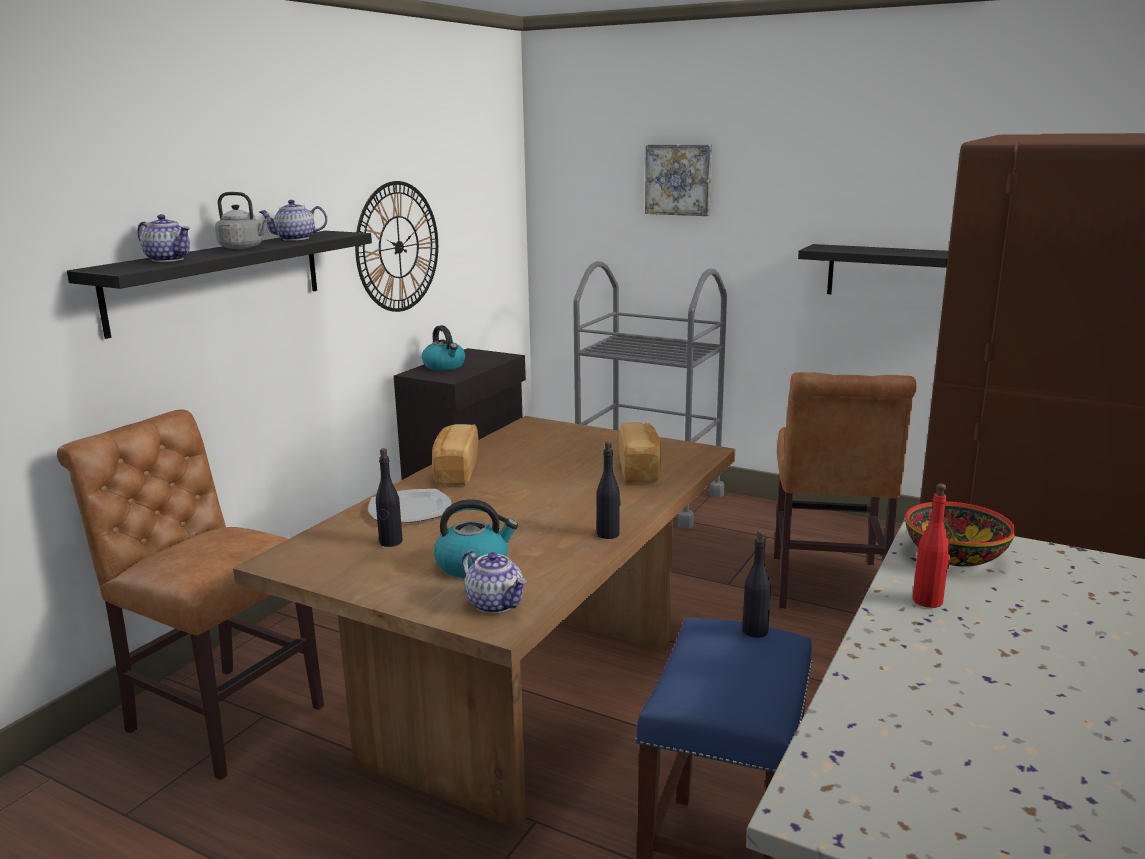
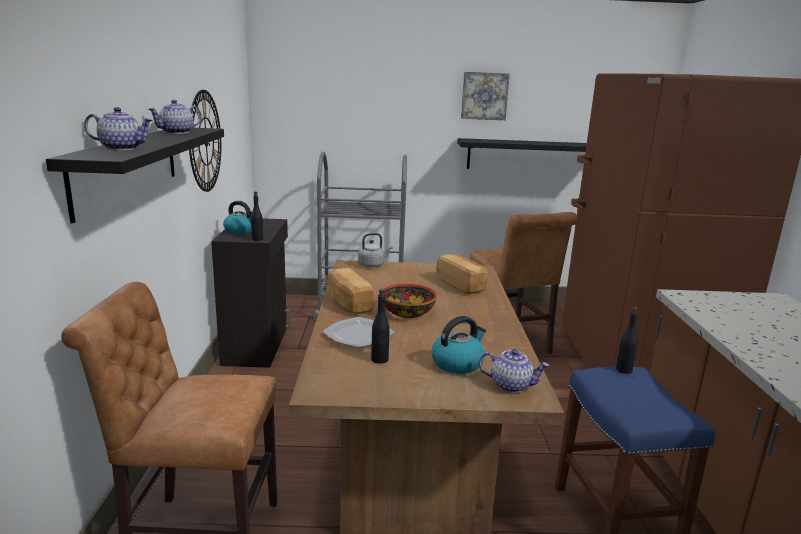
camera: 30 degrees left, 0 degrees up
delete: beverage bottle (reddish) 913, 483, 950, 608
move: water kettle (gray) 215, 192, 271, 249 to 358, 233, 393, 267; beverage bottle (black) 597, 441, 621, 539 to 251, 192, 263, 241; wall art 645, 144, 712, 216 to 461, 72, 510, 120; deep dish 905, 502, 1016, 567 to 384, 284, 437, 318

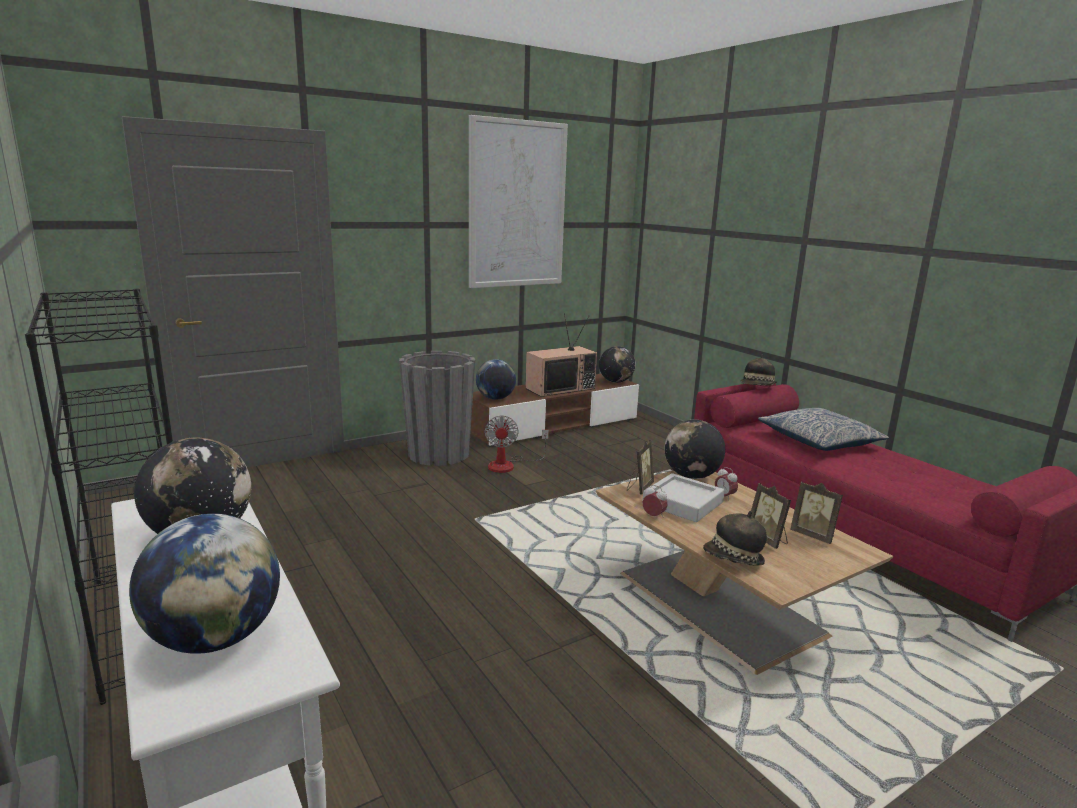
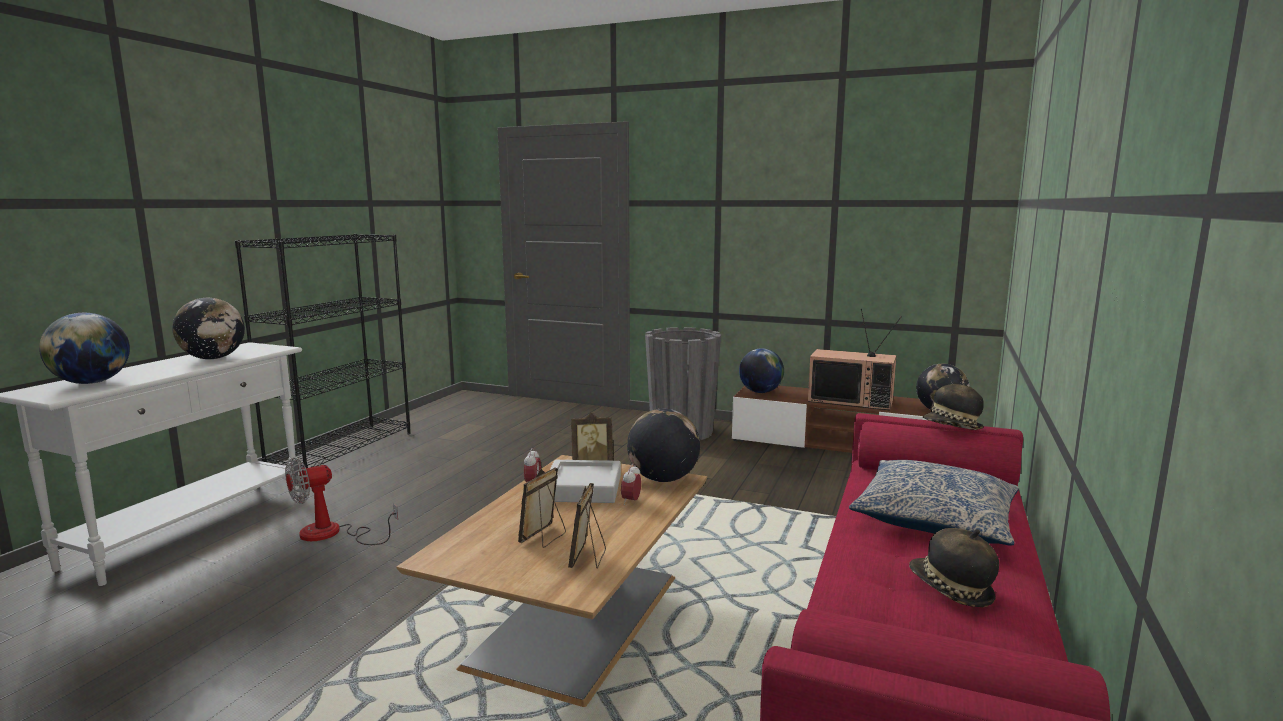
camera: 55 degrees right, 5 degrees down
delete: wall art 469, 115, 568, 288
move: fan 485, 416, 549, 473 to 285, 457, 398, 545; clothing hat 703, 511, 767, 566 to 909, 528, 999, 607

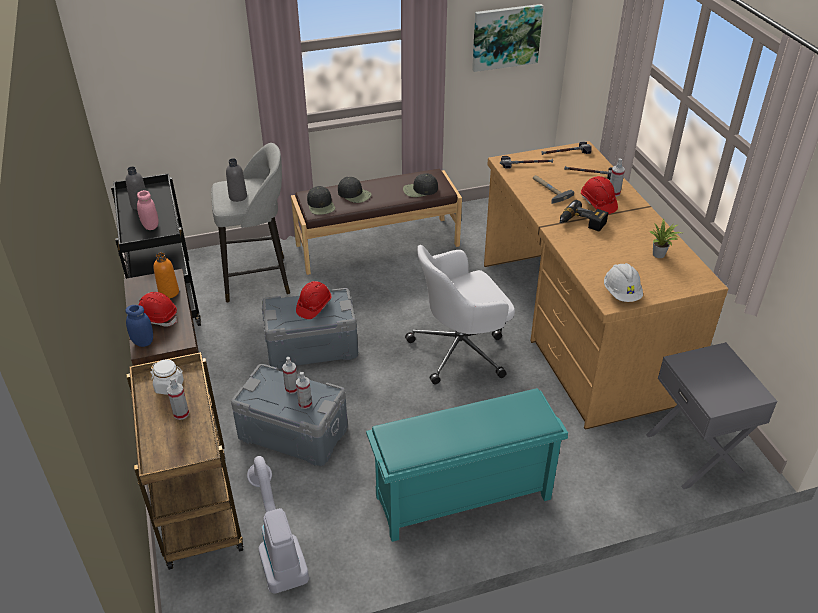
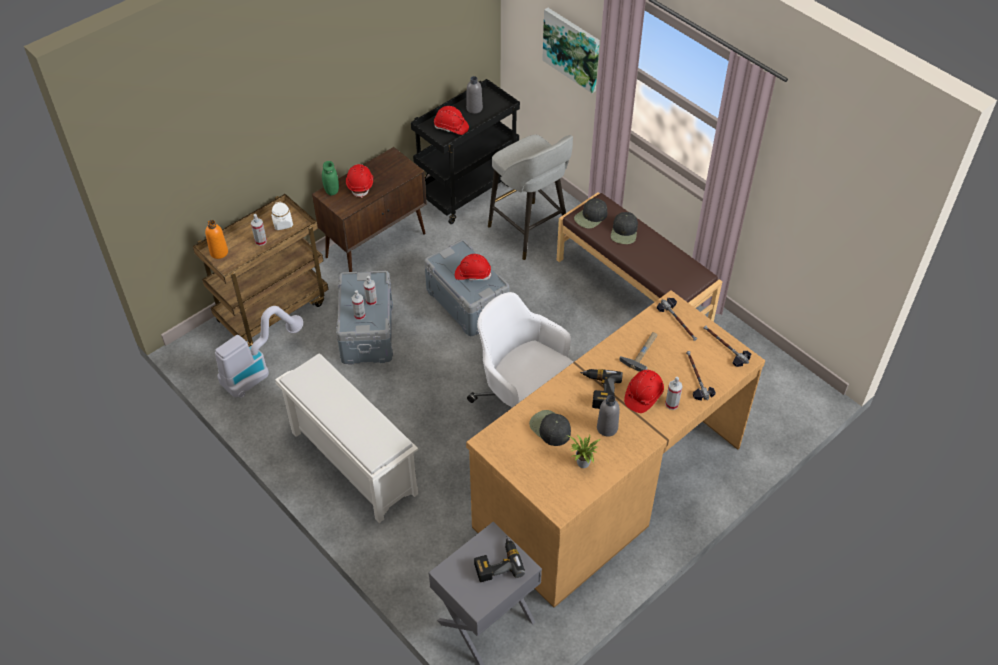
camera: 65 degrees right, 10 degrees up
delete: safety helmet (whitish) 604, 263, 643, 302
insert: drill 474, 537, 525, 582
move: beverage bottle (orange) 154, 252, 179, 298 to 205, 220, 228, 259; beverage bottle (gray) 226, 158, 247, 202 to 597, 395, 620, 437; peaked cap (black) 403, 173, 438, 197 to 529, 410, 571, 446; wall art 472, 4, 543, 72 to 542, 8, 600, 93
replace: jar (pink) 137, 190, 159, 230 to safety helmet (reddish) 434, 106, 469, 135
recolor: jar (blue-coloured) 125, 305, 153, 347 to jar (green) 322, 161, 339, 195; shoe shelf (turquoise-coloured) 366, 388, 568, 542 to shoe shelf (whitish) 275, 353, 418, 523

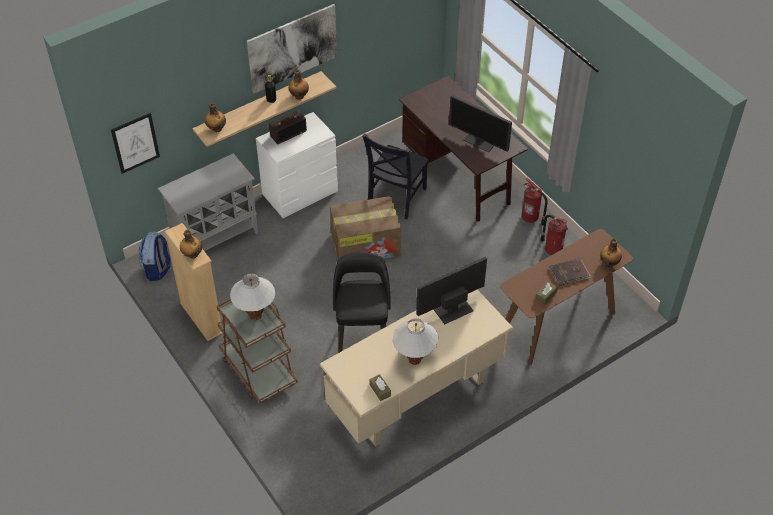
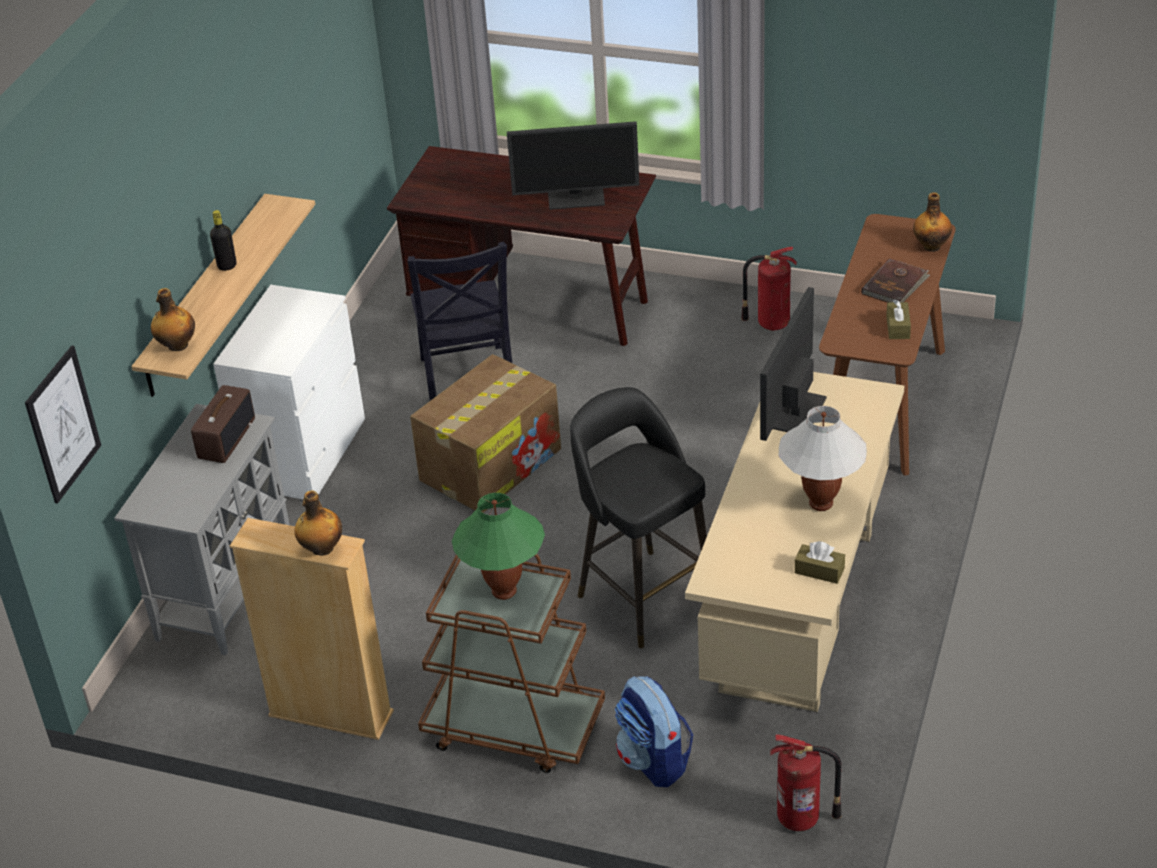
camera: 35 degrees left, 10 degrees down
delete: wall art 247, 4, 337, 93; beverage bottle 289, 70, 309, 100
move: knapsack 139, 231, 171, 281 to 615, 676, 693, 787; radio receiver 269, 111, 307, 144 to 191, 385, 255, 463; fire extinguisher 522, 178, 548, 226 to 770, 734, 842, 831
recolor: lamp for a table (whitish) 230, 274, 275, 320 to lamp for a table (green) 452, 493, 545, 600

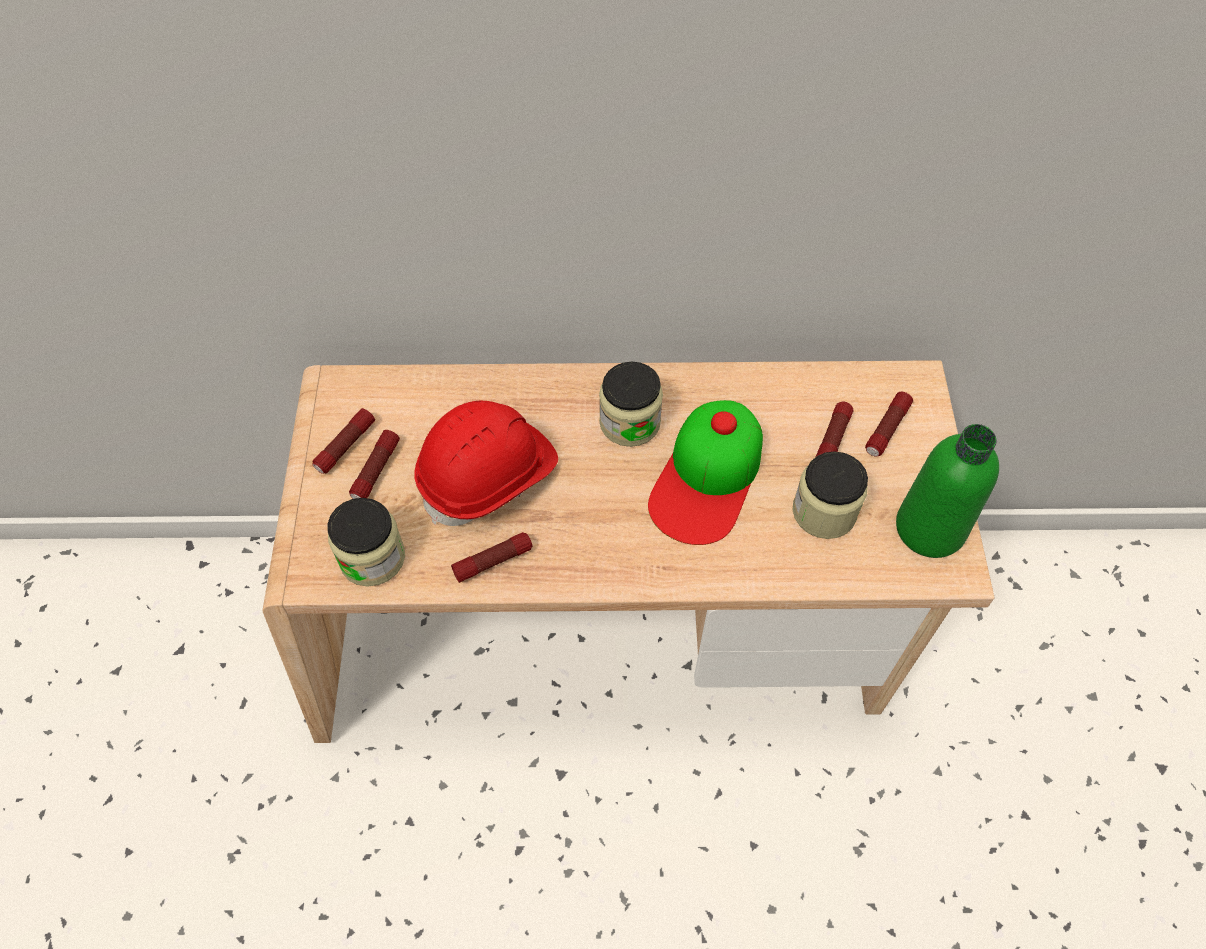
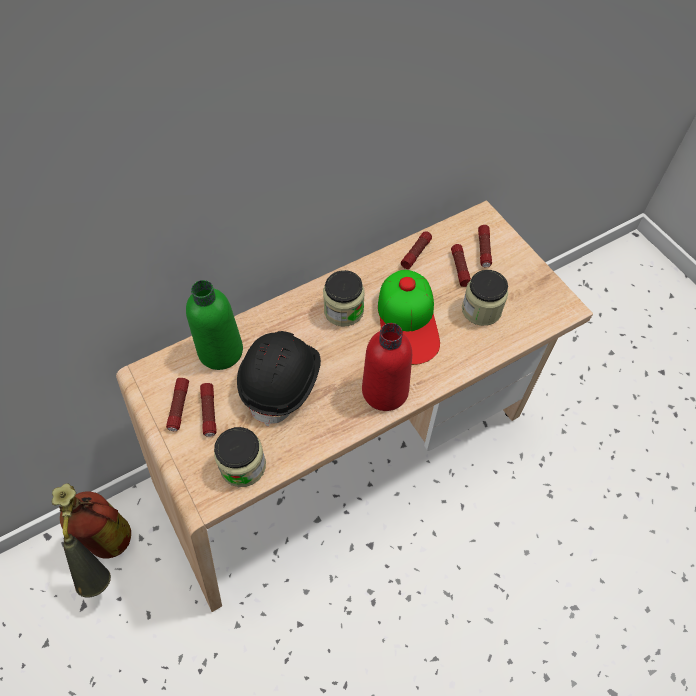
camera: 30 degrees left, 0 degrees up
insert: fire extinguisher 52, 483, 131, 598; beverage bottle (reddish) 362, 323, 412, 411
move: hand torch 451, 532, 532, 583 to 401, 231, 432, 269; beverage bottle (green) 896, 424, 999, 558 to 186, 280, 243, 370
recolor: safety helmet (reddish) 414, 401, 558, 526 to safety helmet (black) 237, 331, 321, 427

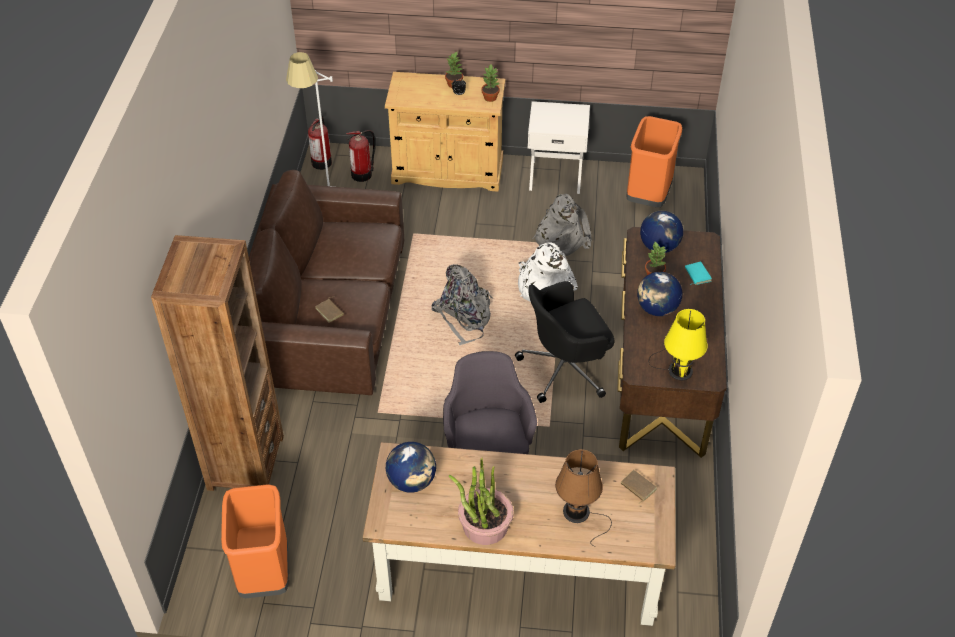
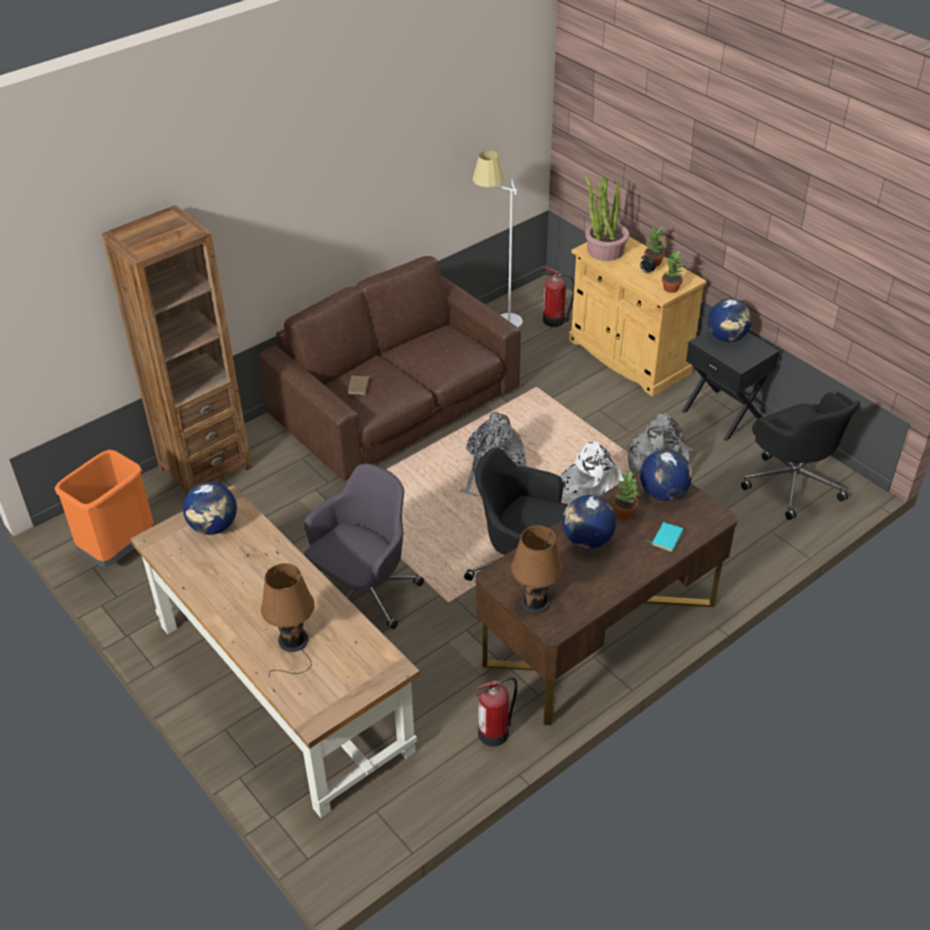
camera: 45 degrees right, 5 degrees down
delete: bound book (brownish) 621, 470, 657, 504
insert: globe 707, 299, 752, 342
move: fire extinguisher 308, 115, 332, 170 to 476, 677, 517, 746; potted plant 449, 458, 514, 545 to 585, 174, 629, 261
replace: trash can (orange) 626, 116, 682, 207 to computer chair (black) 741, 392, 861, 520
recolor: nightstand (whitish) 528, 101, 590, 194 to nightstand (black) 682, 330, 780, 441; lamp for a table (yellow-coloured) 649, 309, 708, 380 to lamp for a table (brownish) 511, 526, 563, 613

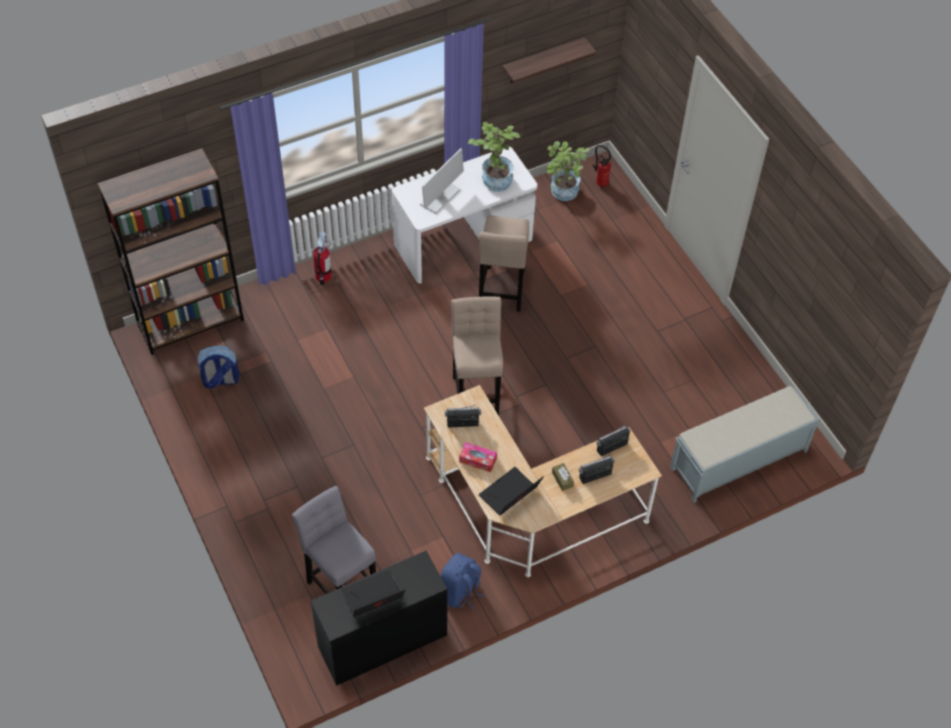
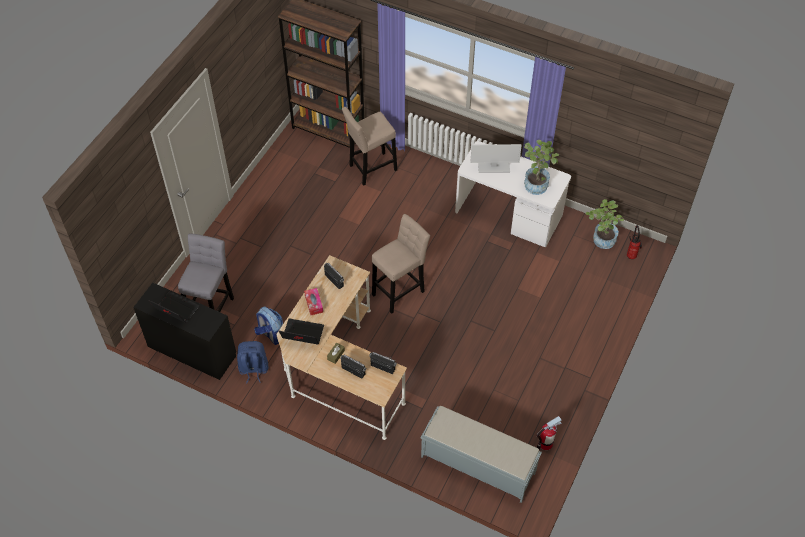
camera: 55 degrees right, 0 degrees up
delete: bracket shelf 503, 38, 597, 83
move: knapsack 196, 346, 240, 389 to 254, 307, 283, 345; fire extinguisher 313, 232, 332, 285 to 536, 416, 562, 450; stool seat (beige-coloured) 479, 215, 529, 312 to 342, 107, 397, 186

